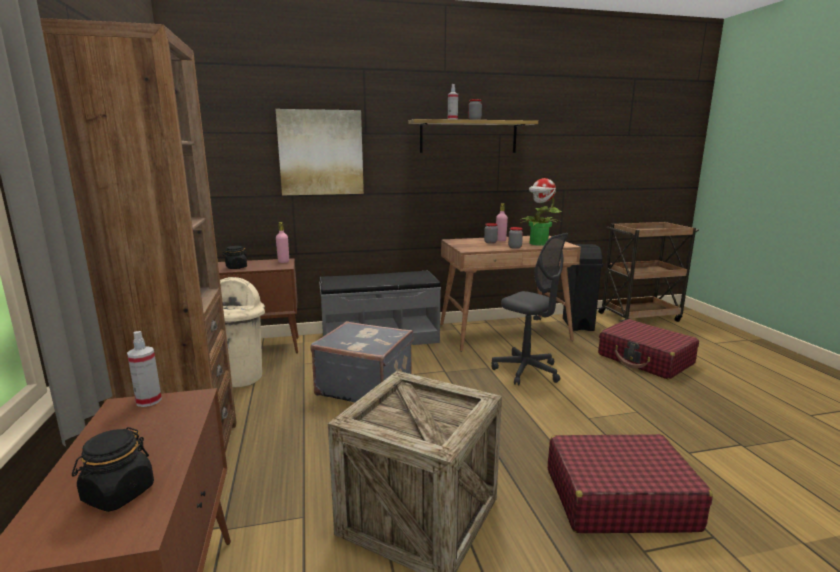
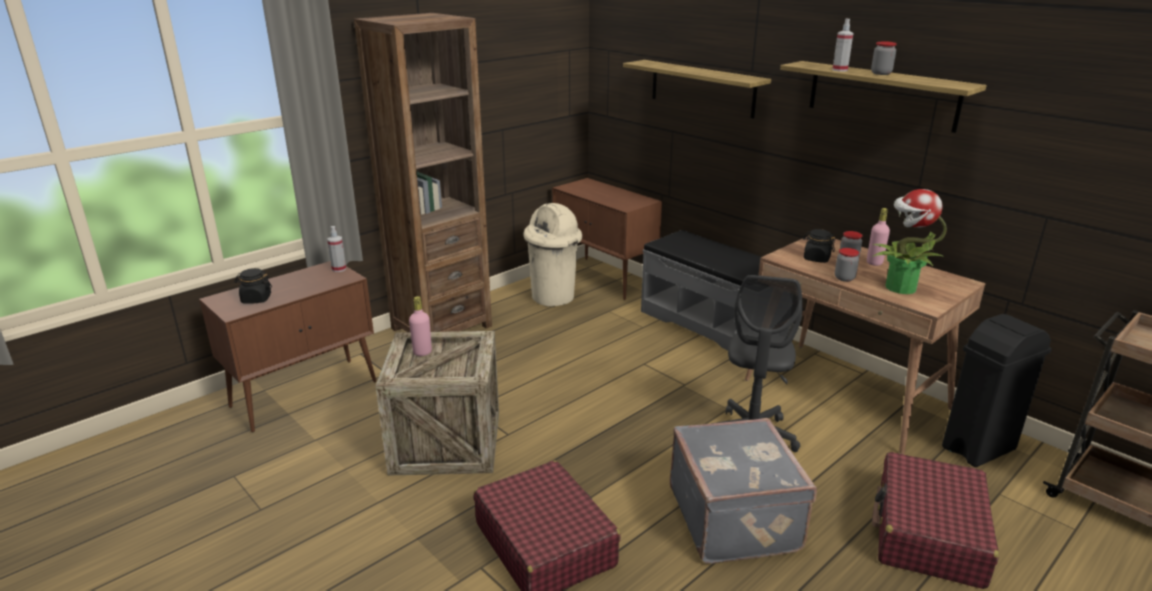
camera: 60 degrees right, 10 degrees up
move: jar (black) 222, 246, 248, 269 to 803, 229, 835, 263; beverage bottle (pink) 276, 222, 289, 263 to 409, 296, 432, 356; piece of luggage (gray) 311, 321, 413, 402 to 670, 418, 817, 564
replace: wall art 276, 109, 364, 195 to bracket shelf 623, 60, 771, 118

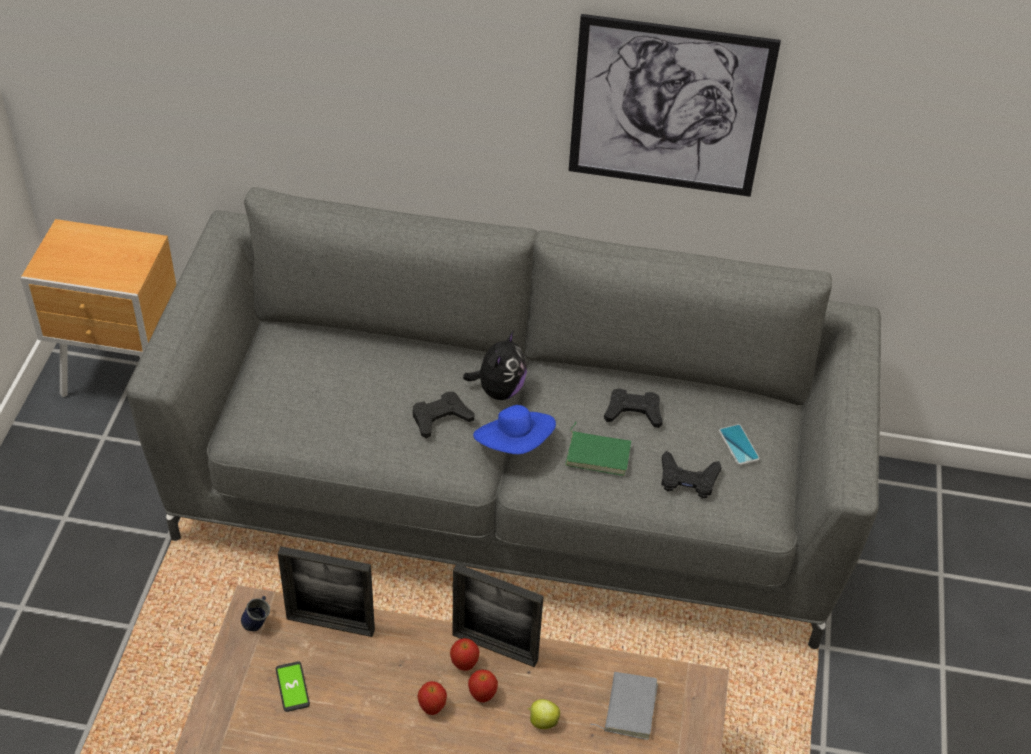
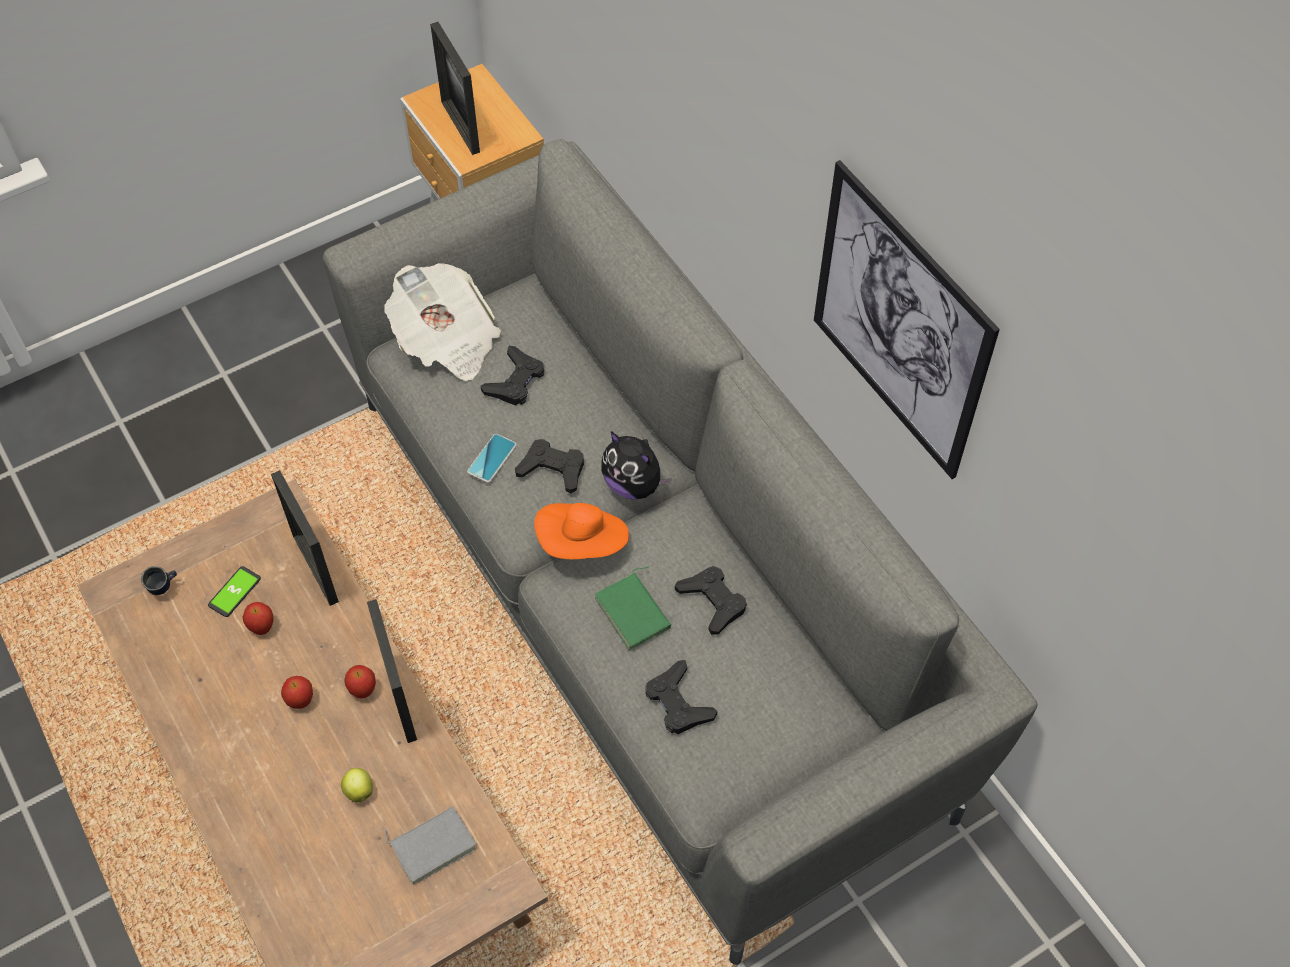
camera: 50 degrees right, 10 degrees up
insert: printed paper 384, 263, 501, 381; picture frame 430, 22, 480, 155; gamepad (black) 481, 346, 544, 406
move: coffee mug (blue-coloured) 241, 596, 270, 631 to 141, 566, 177, 595; apple fruit 468, 670, 498, 702 to 242, 602, 274, 635; telephone 719, 424, 760, 465 to 467, 434, 517, 483
recolor: clothing hat (blue-coloured) 473, 405, 556, 454 to clothing hat (orange) 534, 503, 629, 559
rotate: cuddly toy 463, 330, 527, 400 = 601, 431, 672, 500 60 degrees clockwise

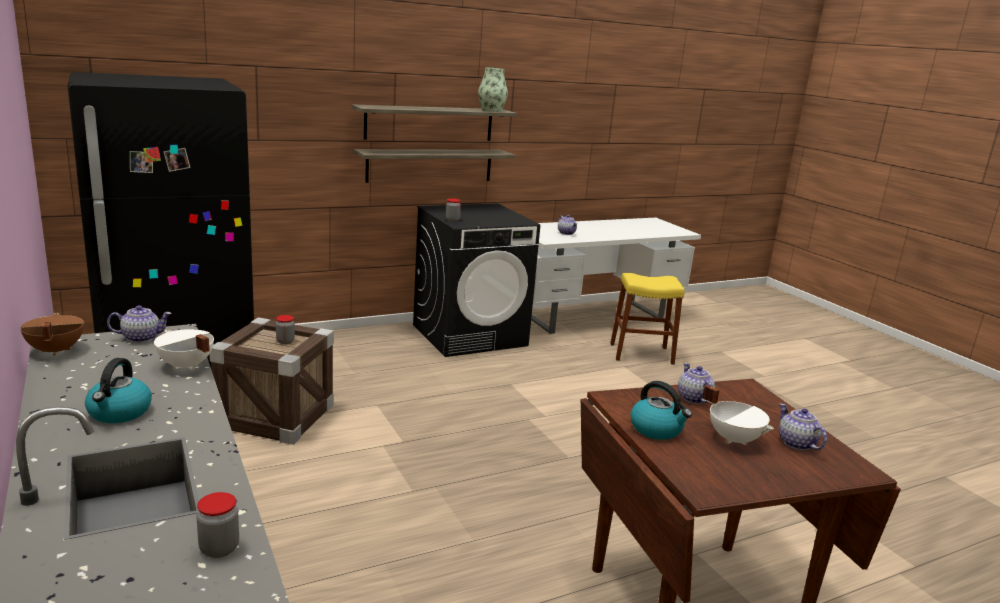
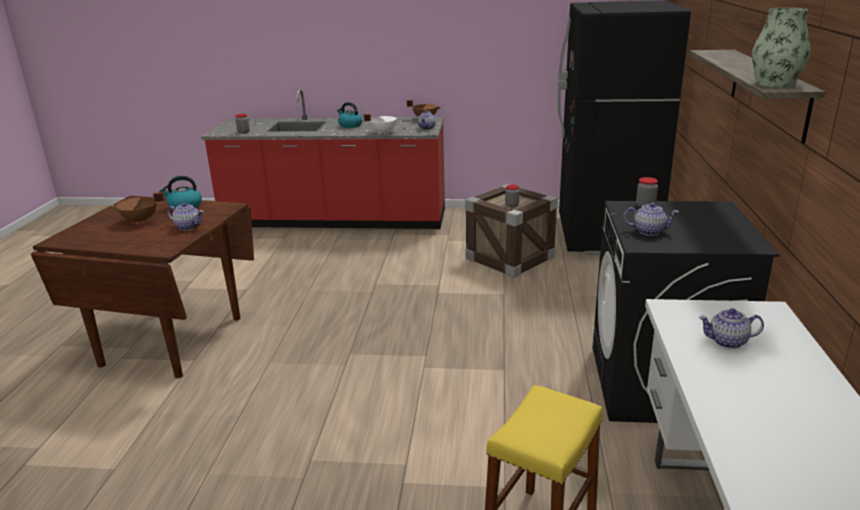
camera: 125 degrees right, 5 degrees up
delete: bracket shelf 354, 149, 516, 183
move: teapot 779, 403, 827, 450 to 623, 203, 679, 236
recolor: saucepot (whitish) 702, 385, 774, 446 to saucepot (brownish) 112, 192, 165, 224

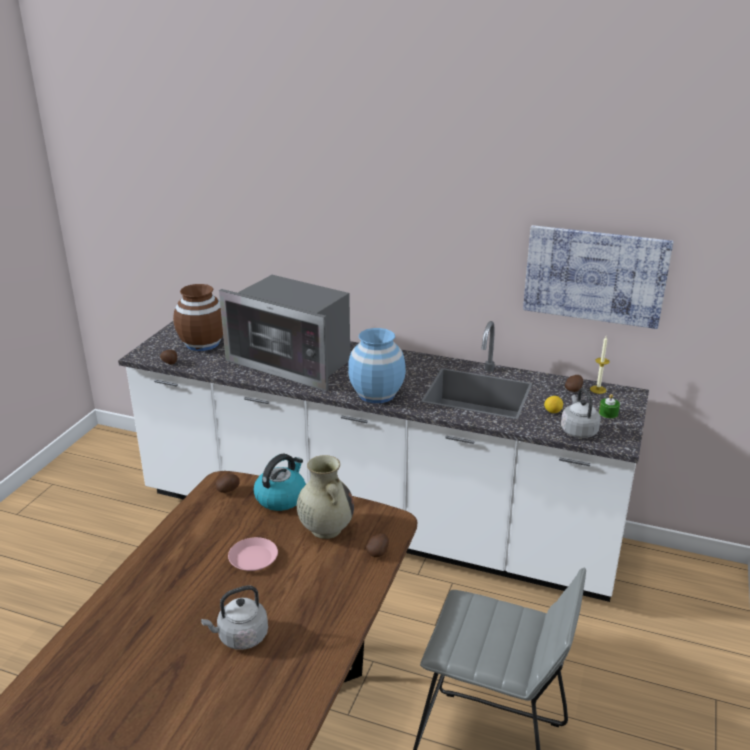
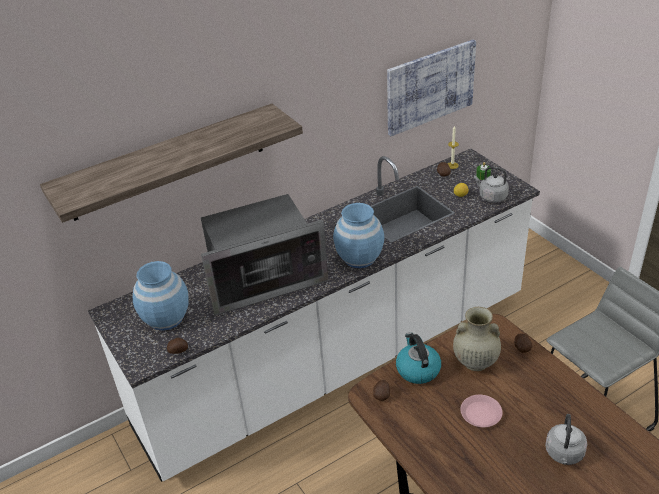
camera: 50 degrees left, 10 degrees up
insert: bracket shelf 40, 104, 303, 223
recolor: vase (brownish) 173, 284, 223, 351 to vase (blue-coloured) 133, 261, 189, 331

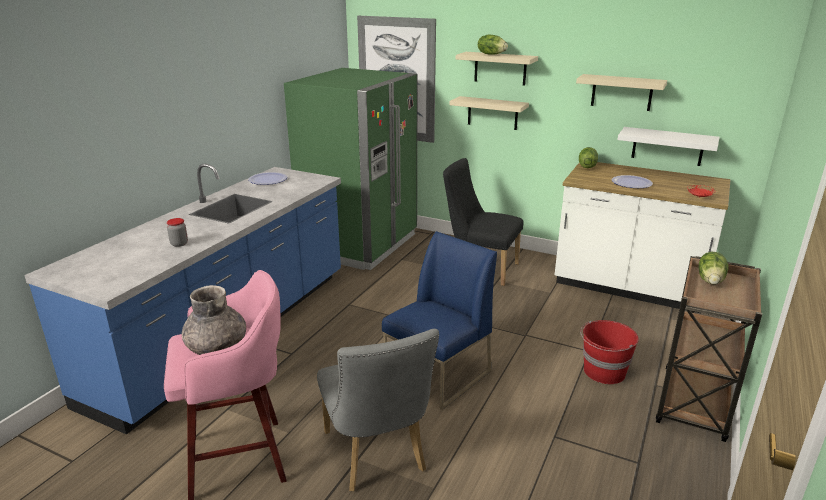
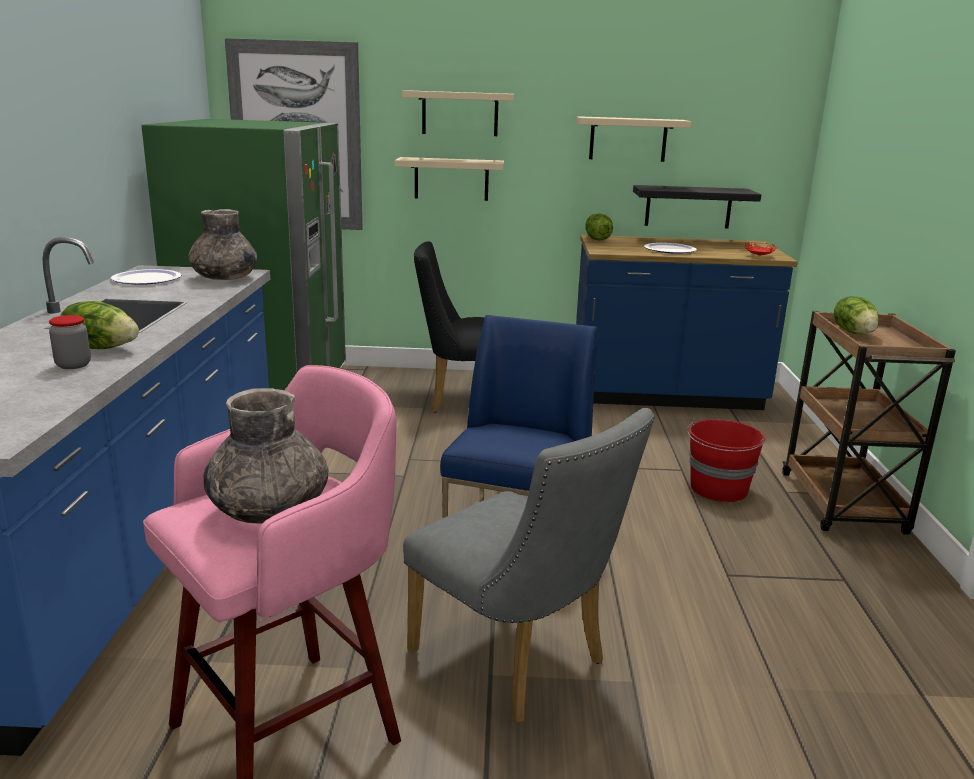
camera: 25 degrees left, 5 degrees down
insert: vase (gray) 188, 209, 257, 280
move: head of lettuce 478, 35, 508, 55 to 60, 301, 139, 349
recolor: kitchen base unit (whitish) 555, 162, 731, 313 to kitchen base unit (blue-coloured) 576, 235, 798, 410; bracket shelf (whitish) 617, 127, 719, 166 to bracket shelf (black) 633, 185, 761, 229

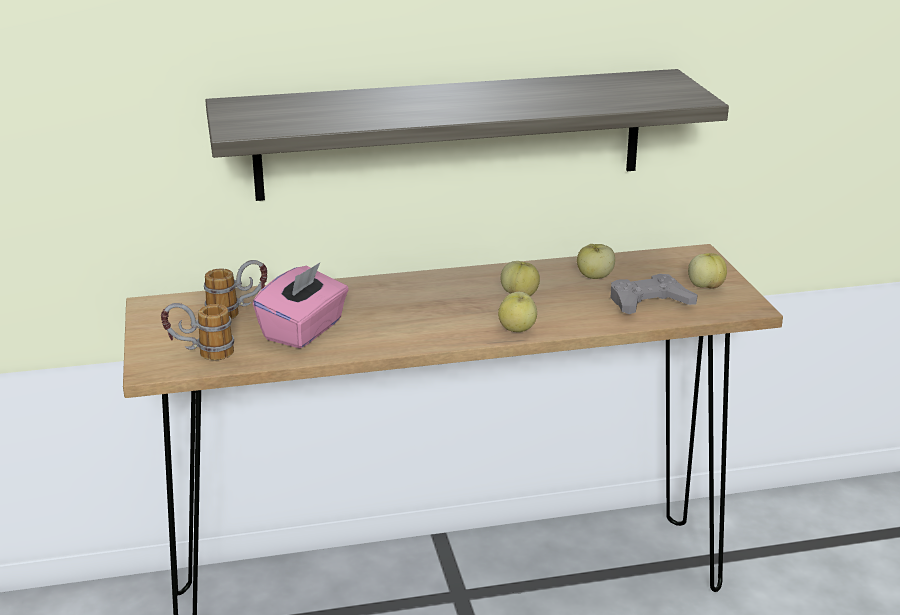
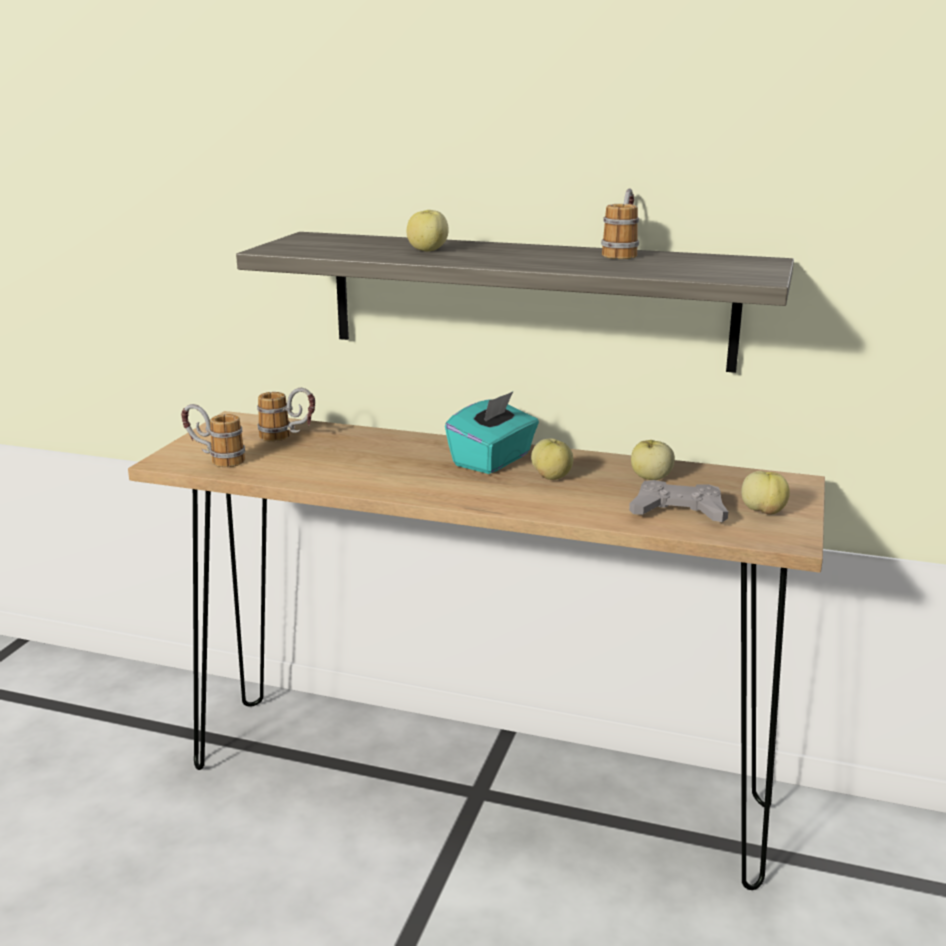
camera: 30 degrees right, 5 degrees down
delete: tissue box (pink) 253, 263, 349, 349
insert: tissue box (turquoise-coloured) 445, 392, 539, 474; coffee mug 601, 189, 639, 259
move: apple fruit 498, 292, 537, 332 to 406, 210, 449, 251

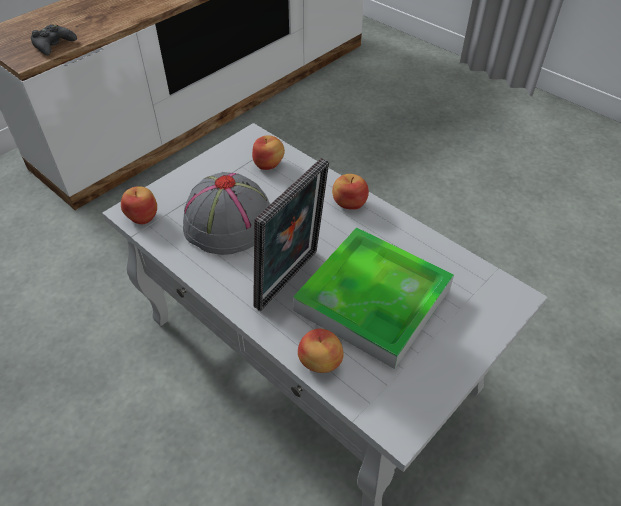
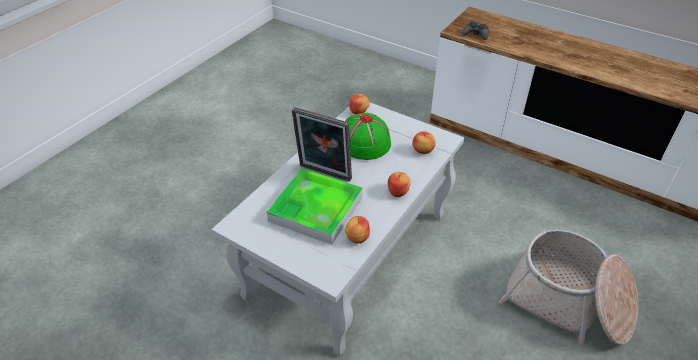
camera: 80 degrees right, 5 degrees down
insert: basket 498, 229, 639, 345
move: apple fruit 298, 329, 344, 373 to 345, 216, 370, 243
recolor: clothing hat (gray) 183, 172, 270, 255 to clothing hat (green) 345, 113, 391, 160

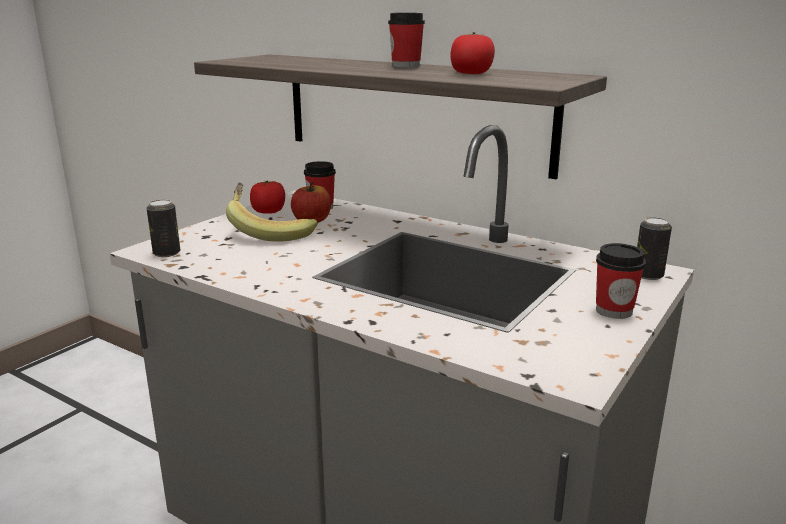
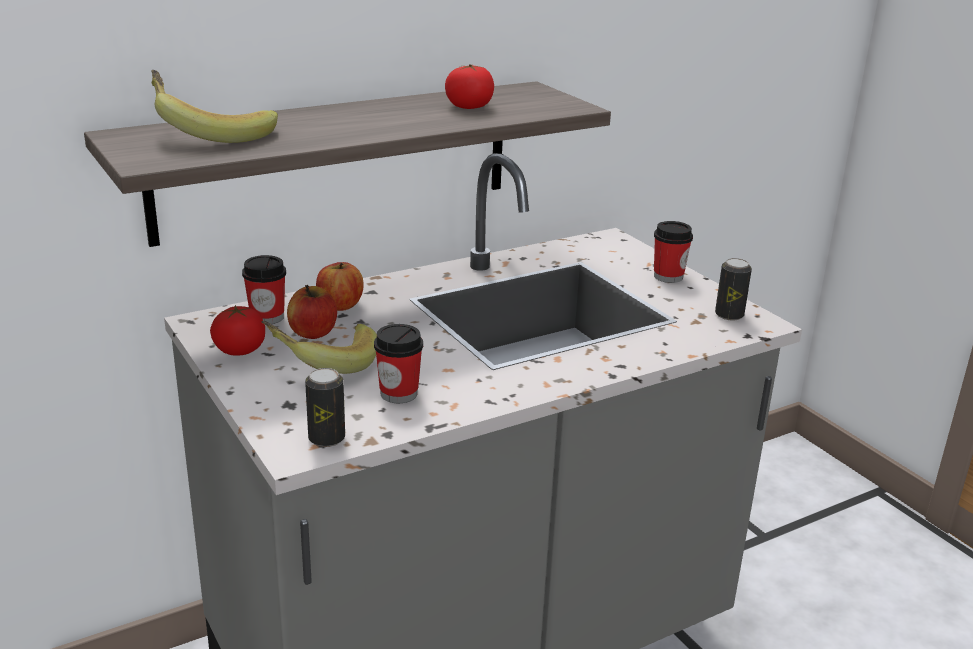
camera: 65 degrees left, 5 degrees up
insert: whole banana 151, 70, 278, 143; apple fruit 316, 262, 364, 311
move: small cup 388, 13, 425, 68 to 374, 324, 423, 403; sealed can 637, 217, 672, 280 to 715, 258, 752, 321

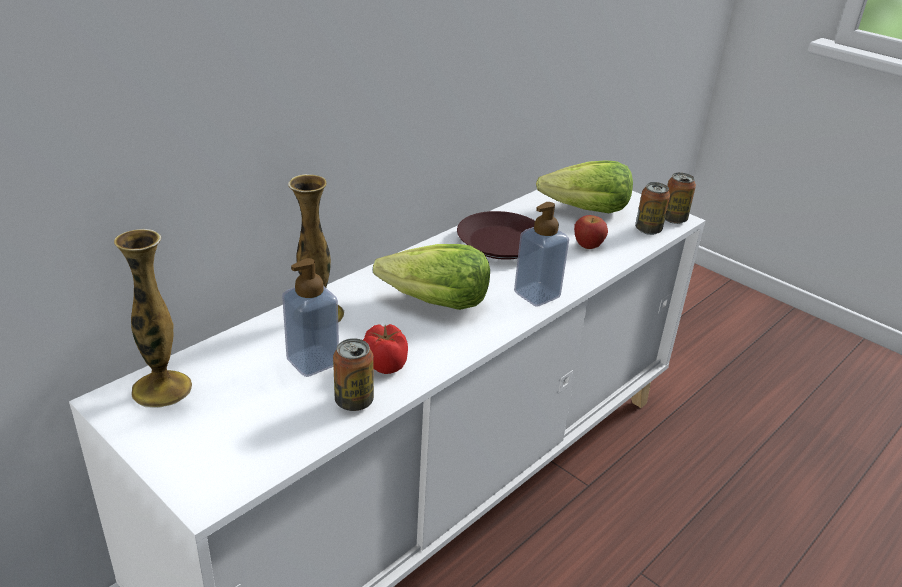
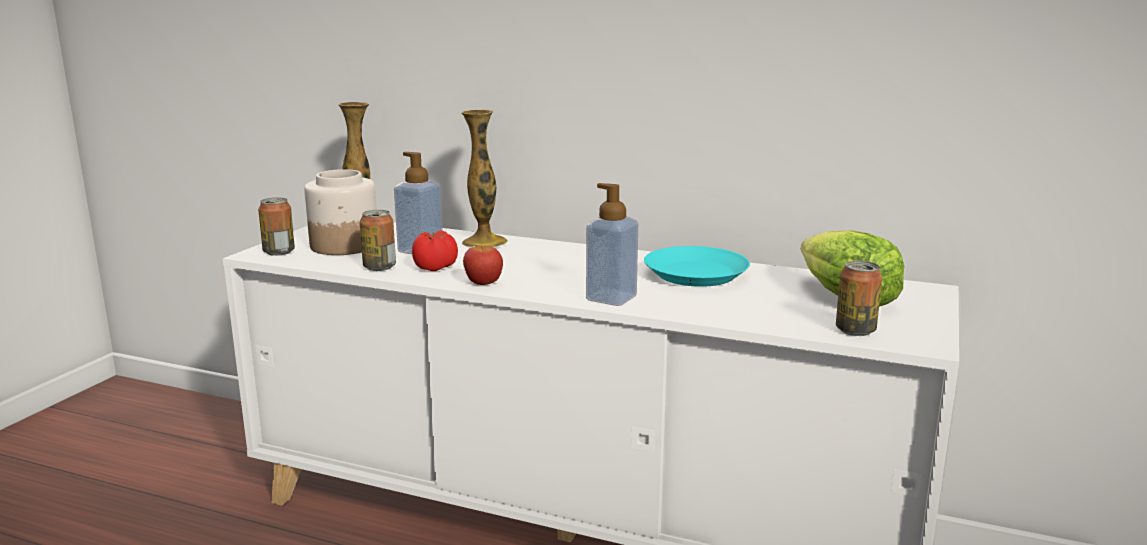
camera: 70 degrees right, 15 degrees down
delete: head of lettuce 373, 244, 490, 310
insert: jar 304, 169, 377, 255
move: apple fruit 574, 215, 608, 249 to 463, 246, 503, 285; sealed can 665, 173, 696, 224 to 258, 197, 295, 256
recolor: dinner plate (brownish) 457, 211, 535, 260 to dinner plate (turquoise-coloured) 644, 246, 750, 287

